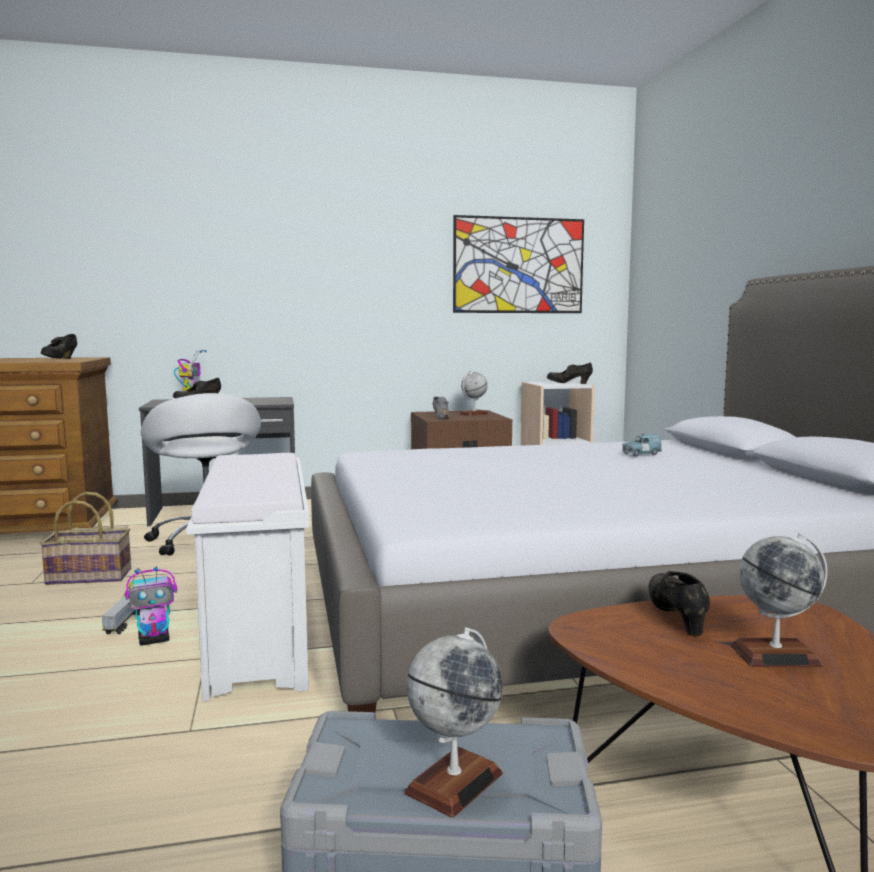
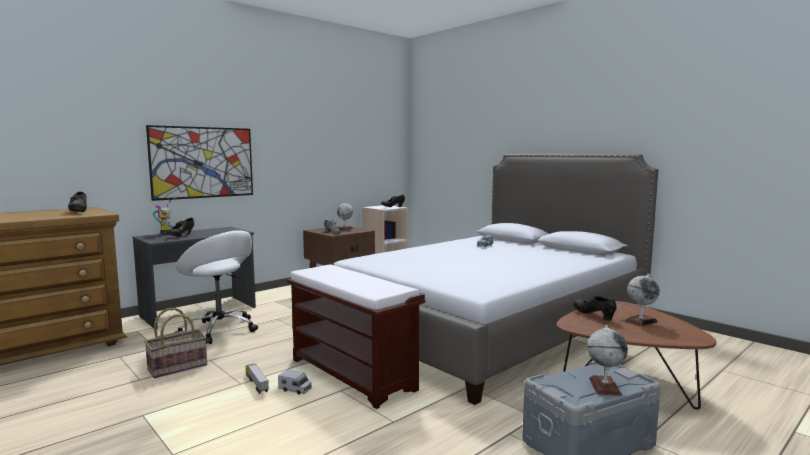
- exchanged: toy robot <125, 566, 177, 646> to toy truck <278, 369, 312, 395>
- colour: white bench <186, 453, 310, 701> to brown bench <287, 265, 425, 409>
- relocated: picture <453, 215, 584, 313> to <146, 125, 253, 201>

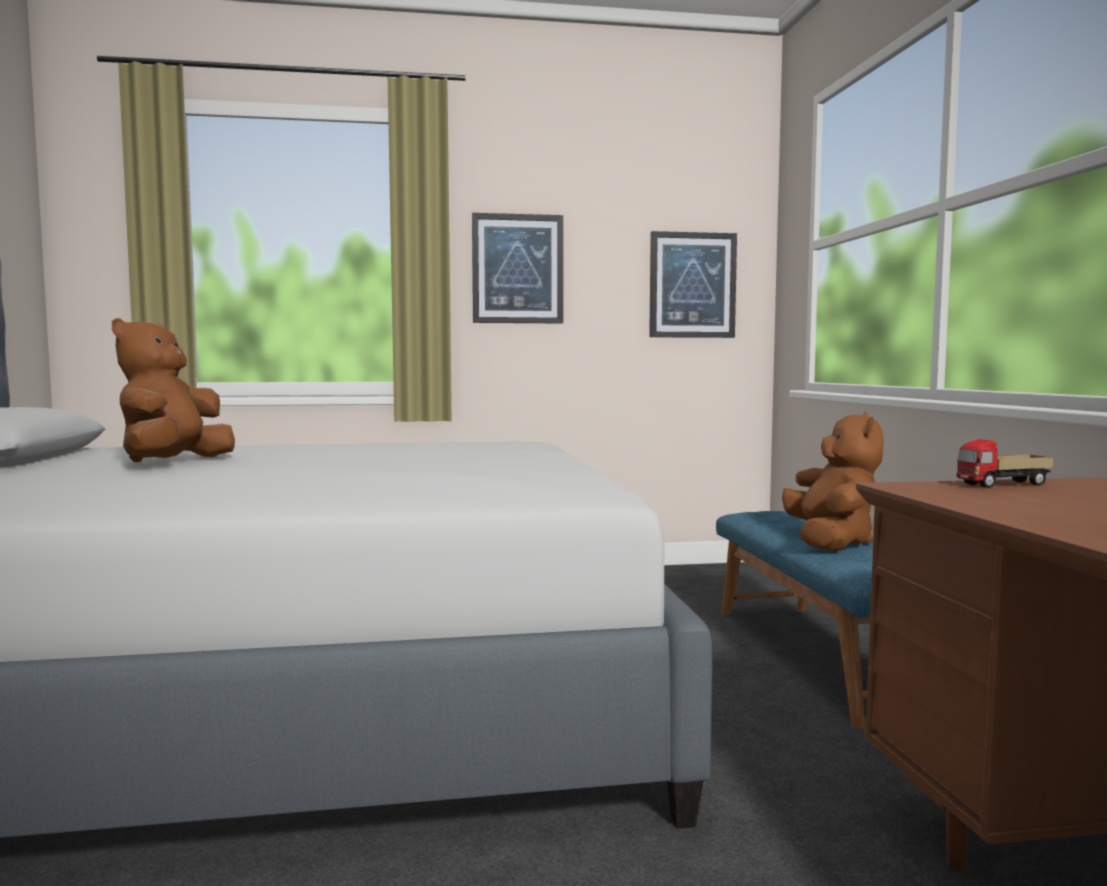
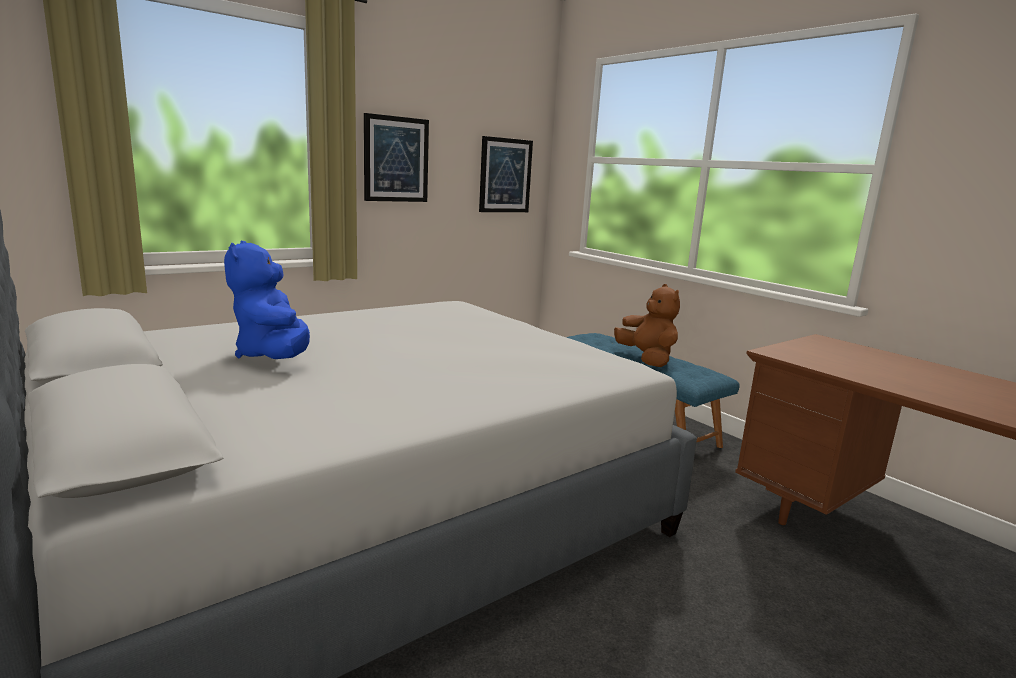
- colour: brown plush toy <112, 318, 235, 462> to blue plush toy <224, 241, 310, 359>
- missing: toy truck <957, 439, 1053, 488>

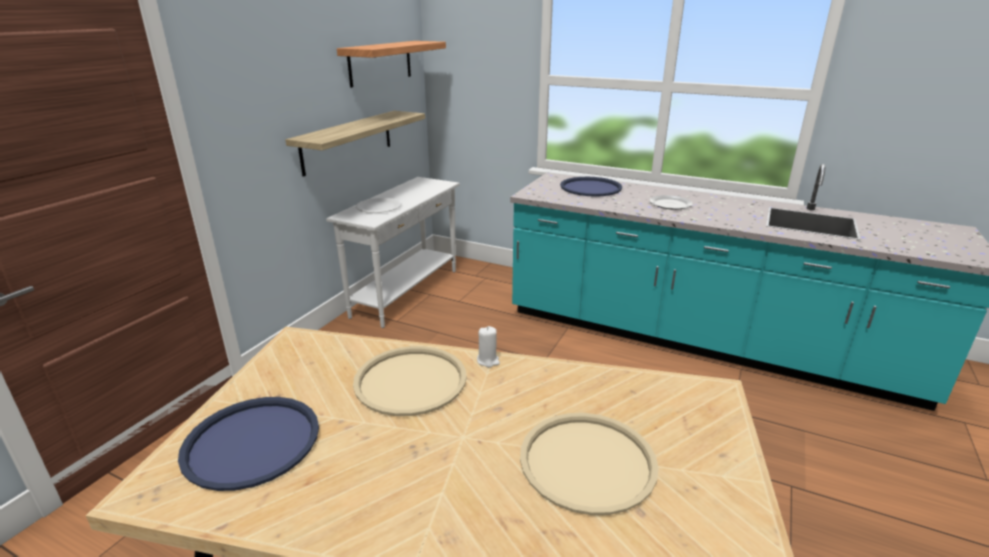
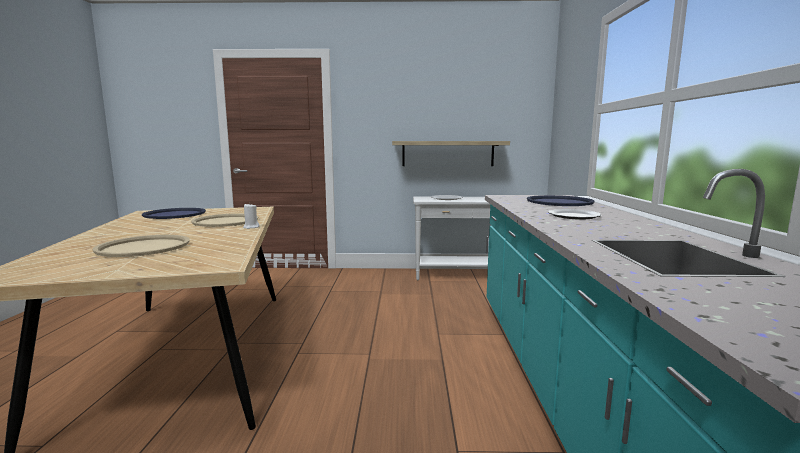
- missing: shelf <337, 41, 446, 88>

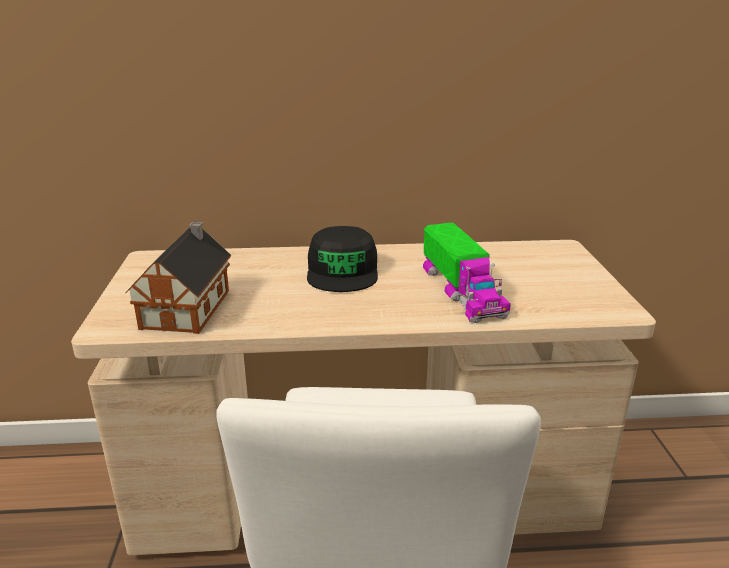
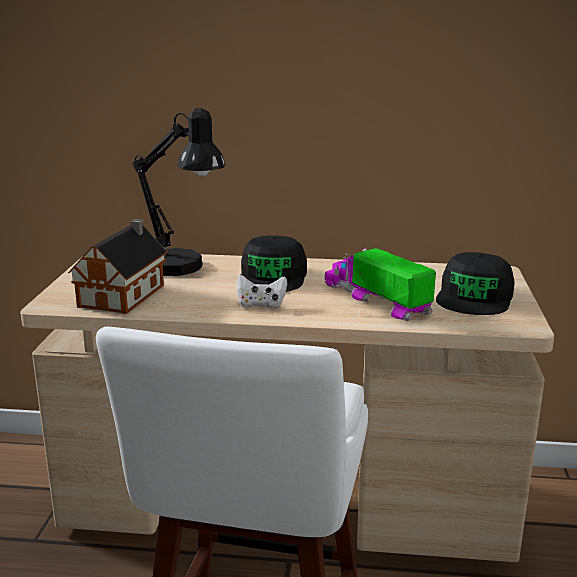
- spun: toy truck <423, 222, 510, 323> = <324, 248, 436, 322> 150 degrees clockwise
- appeared: black table lamp <132, 108, 226, 276>
- appeared: white game controller <236, 275, 287, 309>
- appeared: black cap <436, 252, 515, 315>

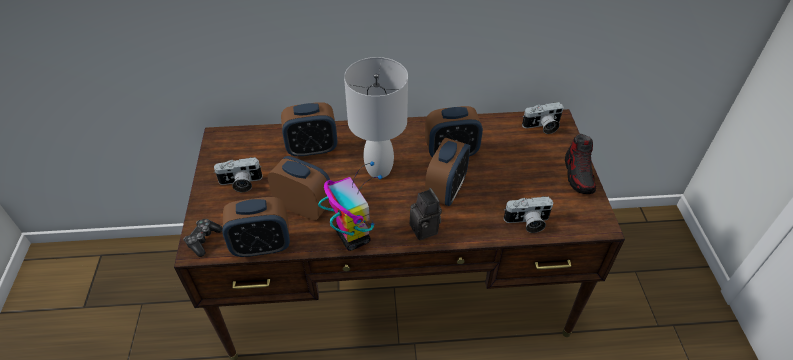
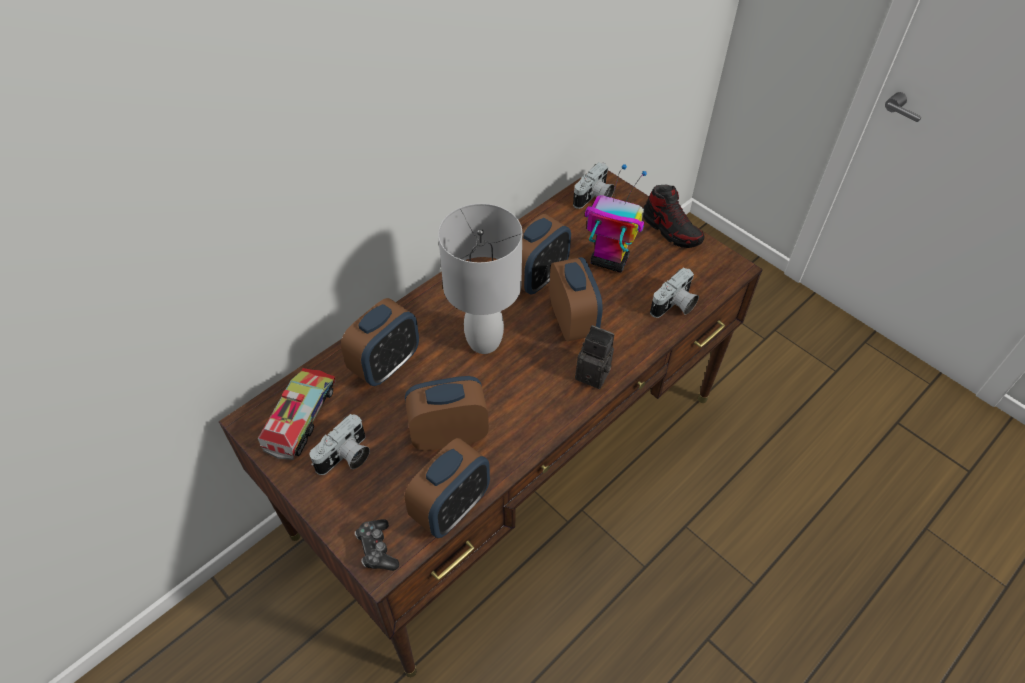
- relocated: toy robot <318, 162, 383, 251> to <585, 165, 647, 272>
- appeared: toy truck <258, 368, 336, 460>

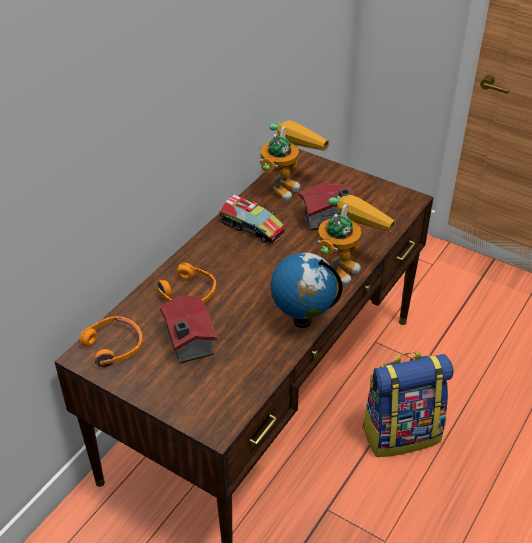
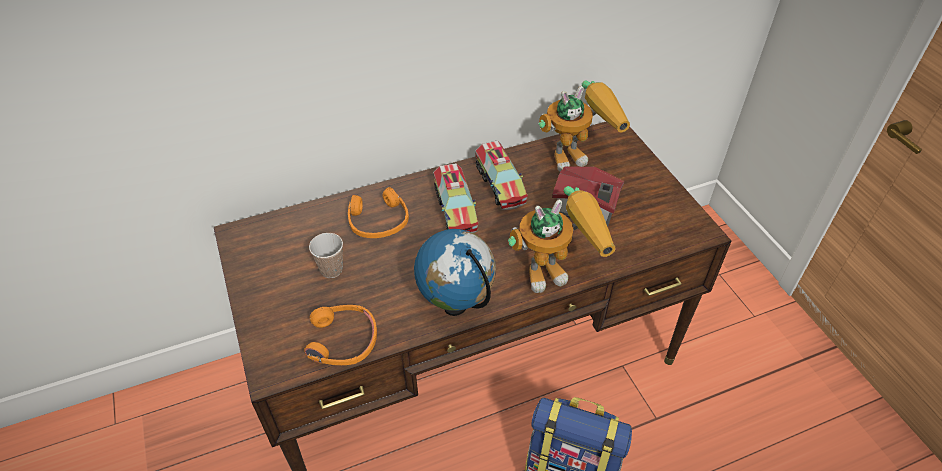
- relocated: orange headphones <79, 316, 143, 368> to <304, 305, 377, 365>
- exchanged: toy house <160, 295, 217, 363> to cup <309, 233, 343, 278>
- appeared: toy truck <433, 163, 479, 233>

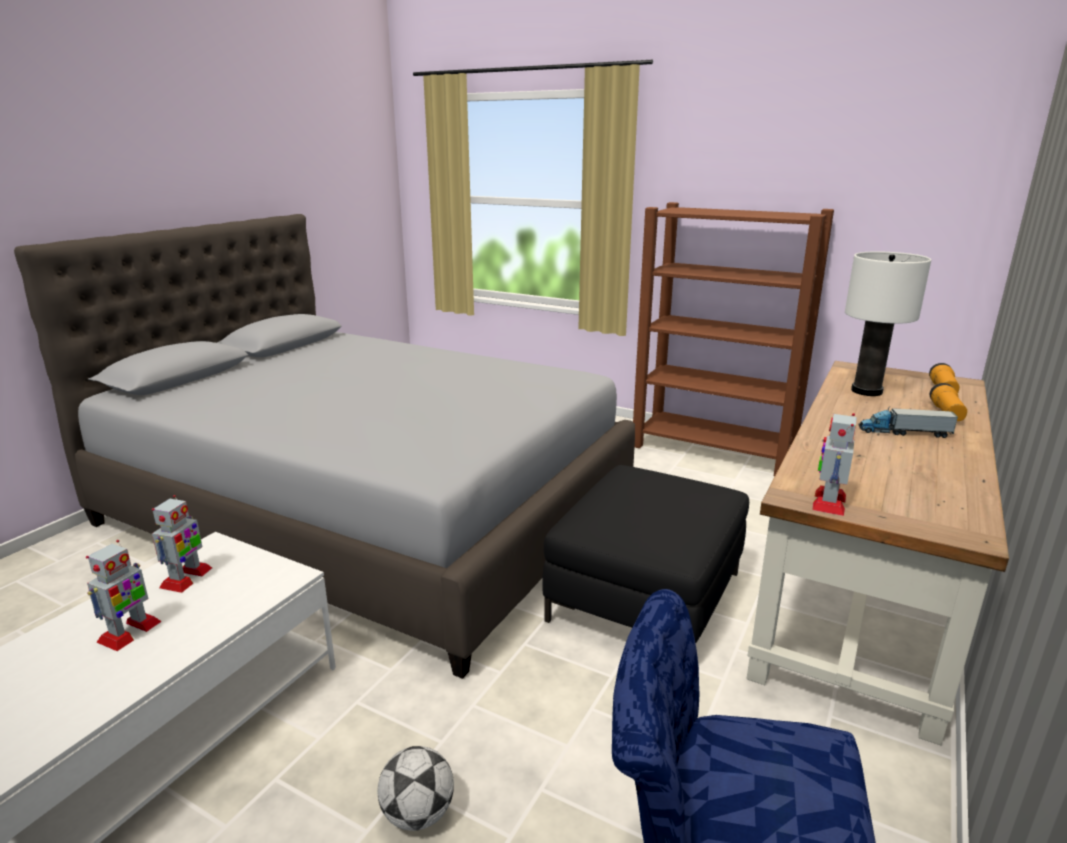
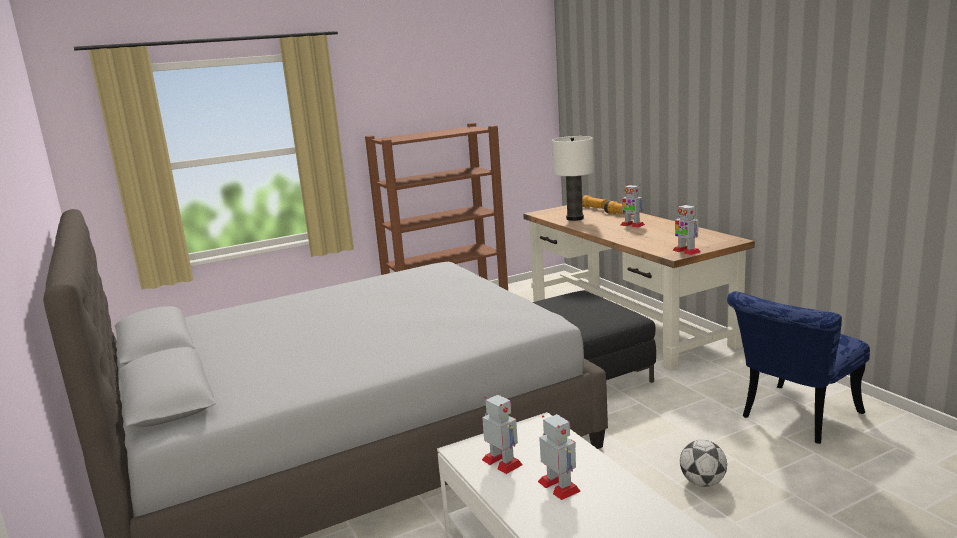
- exchanged: toy truck <858, 406, 958, 438> to toy robot <620, 184, 645, 228>

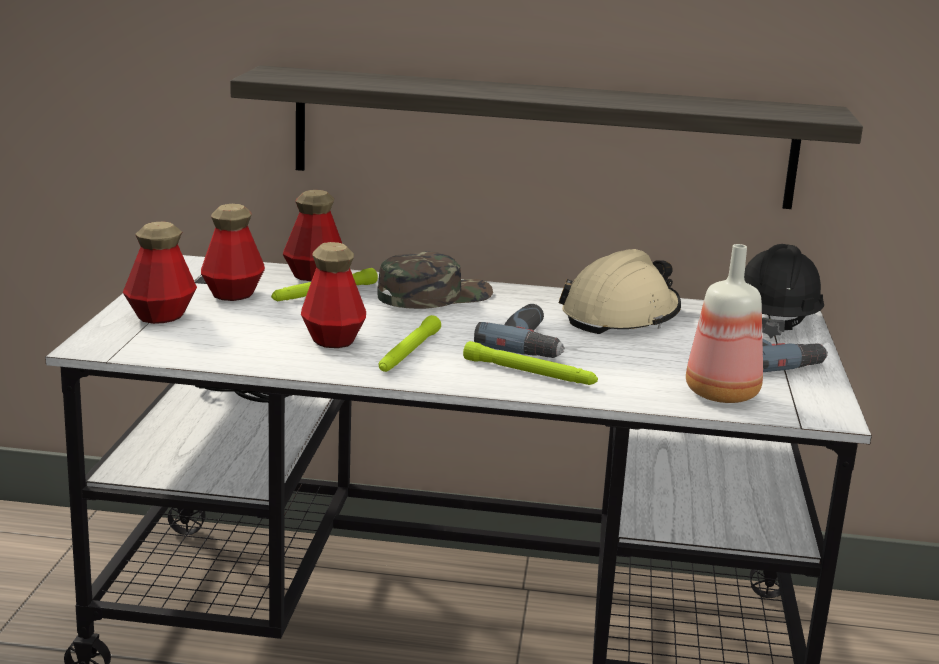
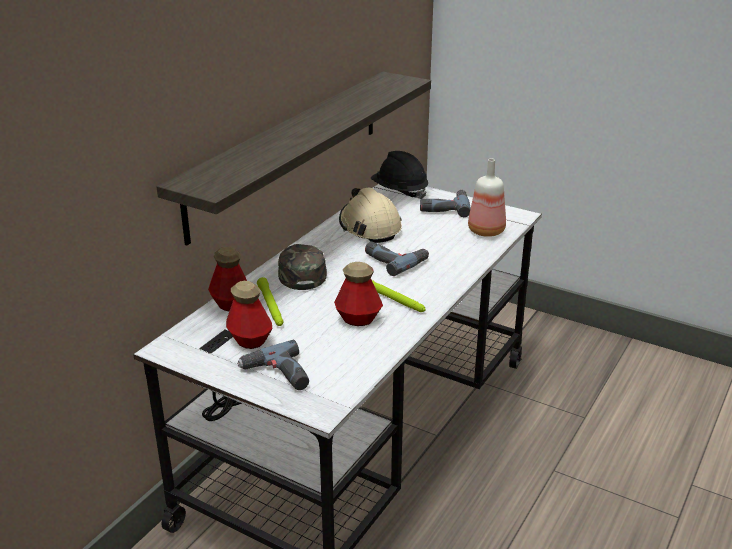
- exchanged: bottle <123, 222, 197, 324> to power drill <237, 340, 309, 390>
- missing: green flashlight <463, 341, 598, 385>

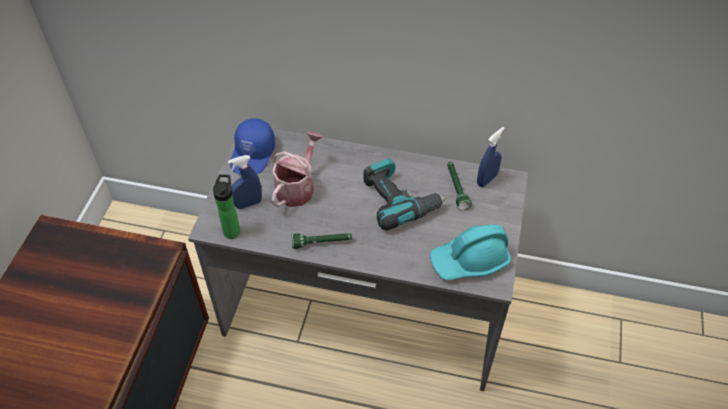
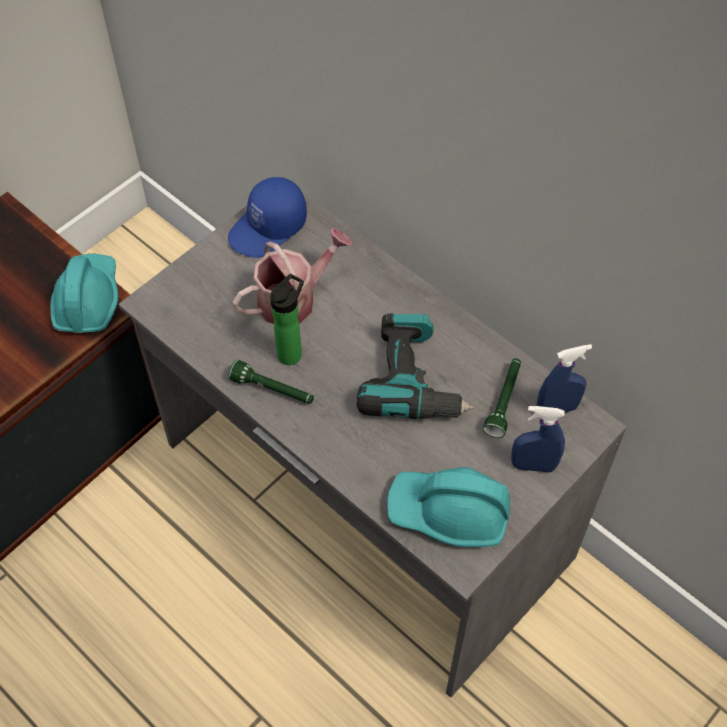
- relocated: bottle <213, 174, 240, 239> to <270, 274, 304, 365>
- relocated: blue spray bottle <228, 155, 262, 209> to <511, 406, 565, 473>
- appeared: turquoise hard hat <50, 254, 118, 333>

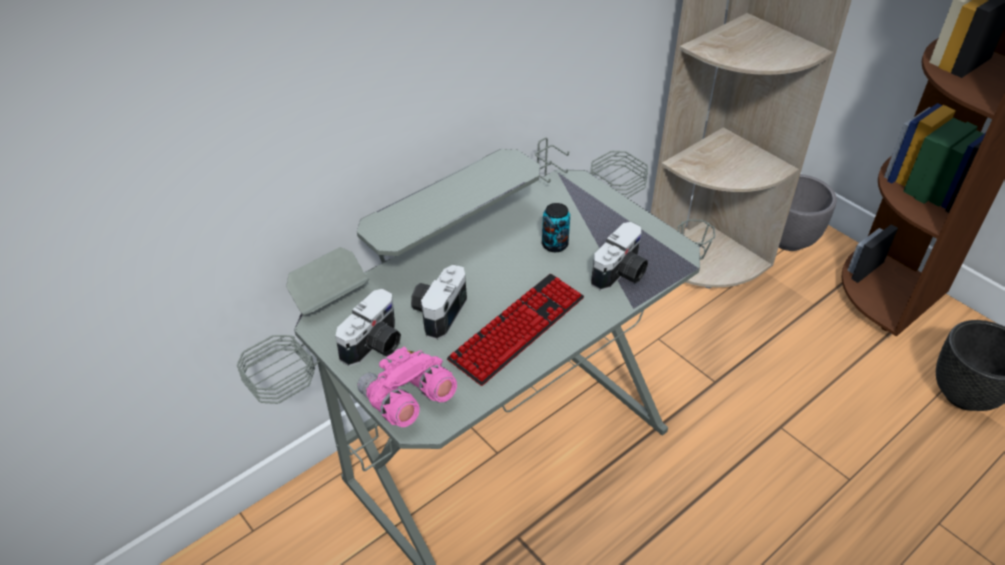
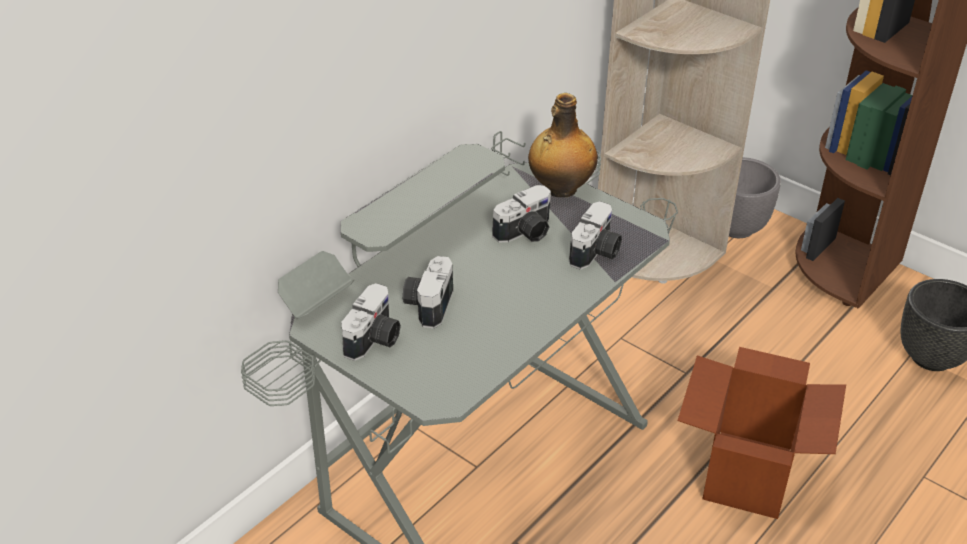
- missing: pink binoculars <357, 346, 457, 427>
- missing: keyboard <447, 274, 584, 386>
- exchanged: can <542, 203, 570, 252> to photo camera <492, 185, 551, 242>
- appeared: bottle <528, 93, 598, 197>
- appeared: cardboard box <678, 347, 846, 519>

